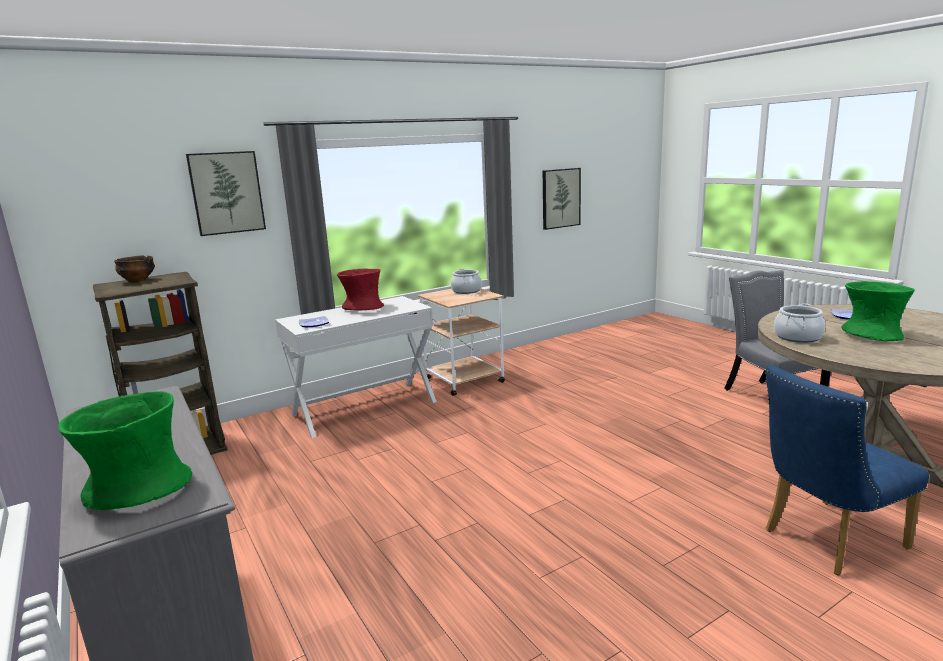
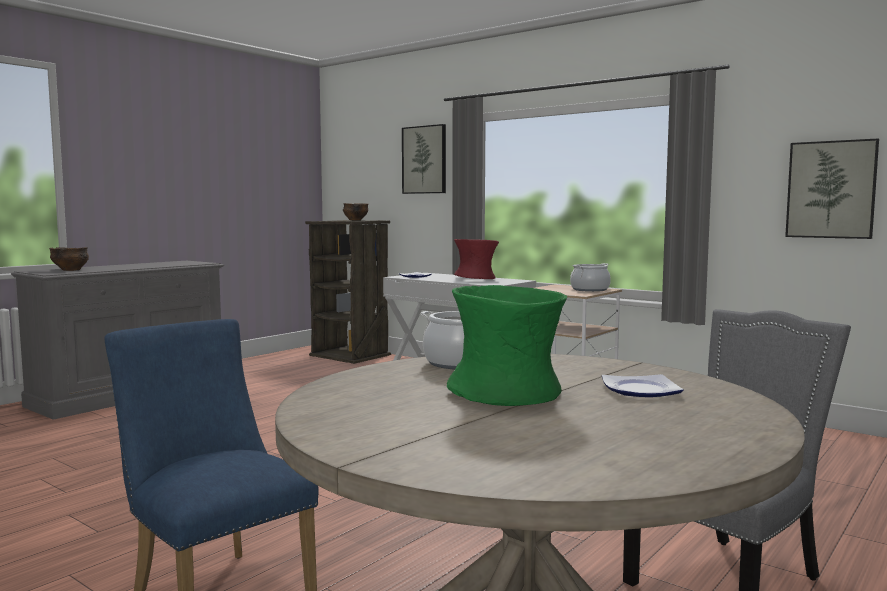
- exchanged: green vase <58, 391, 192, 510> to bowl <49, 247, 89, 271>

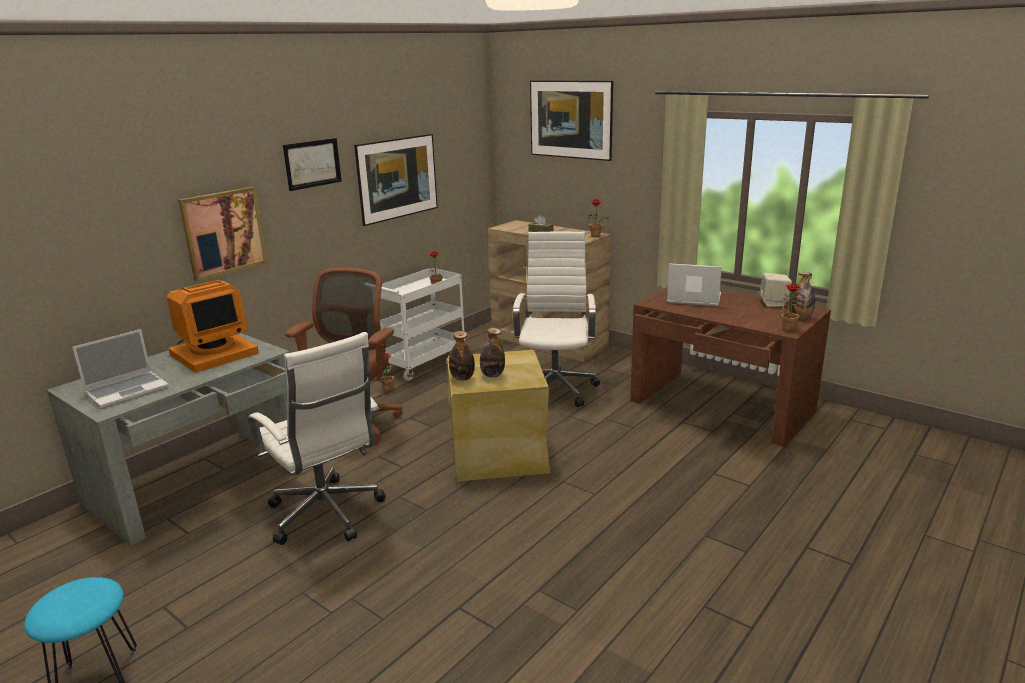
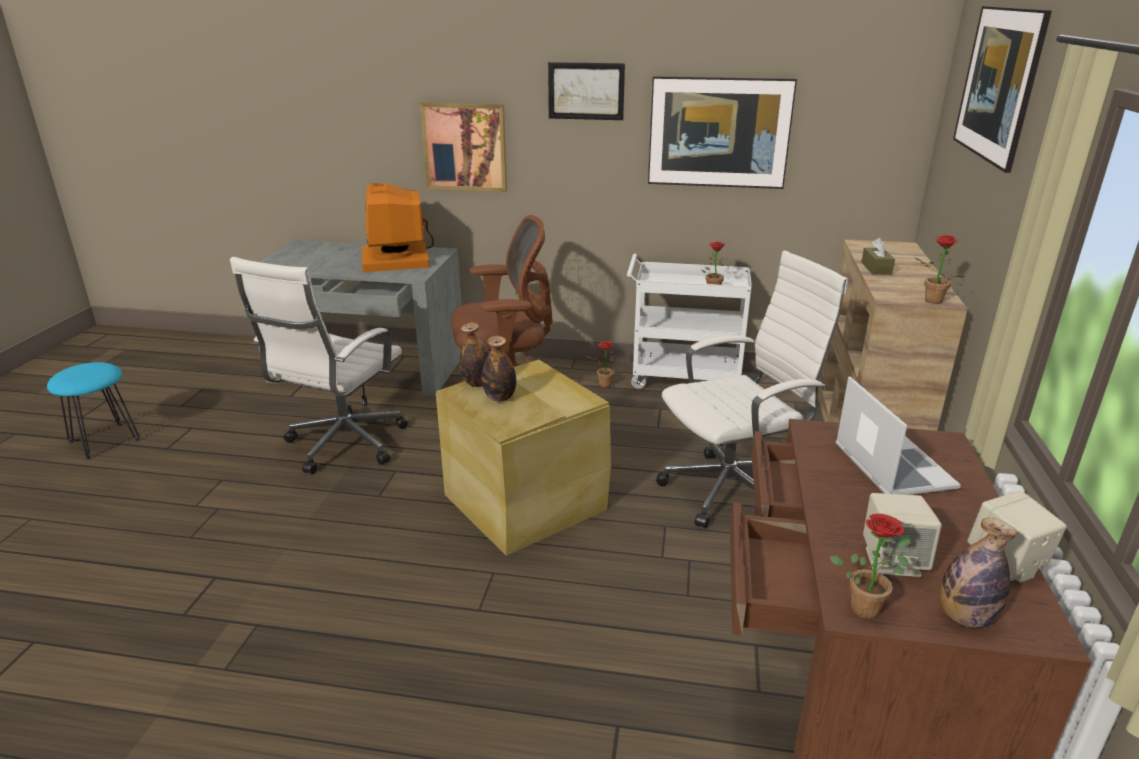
- missing: laptop <72, 329, 169, 409>
- spun: monitor <167, 280, 259, 373> = <362, 183, 434, 272> 60 degrees clockwise
- appeared: beige speaker <863, 493, 942, 577>

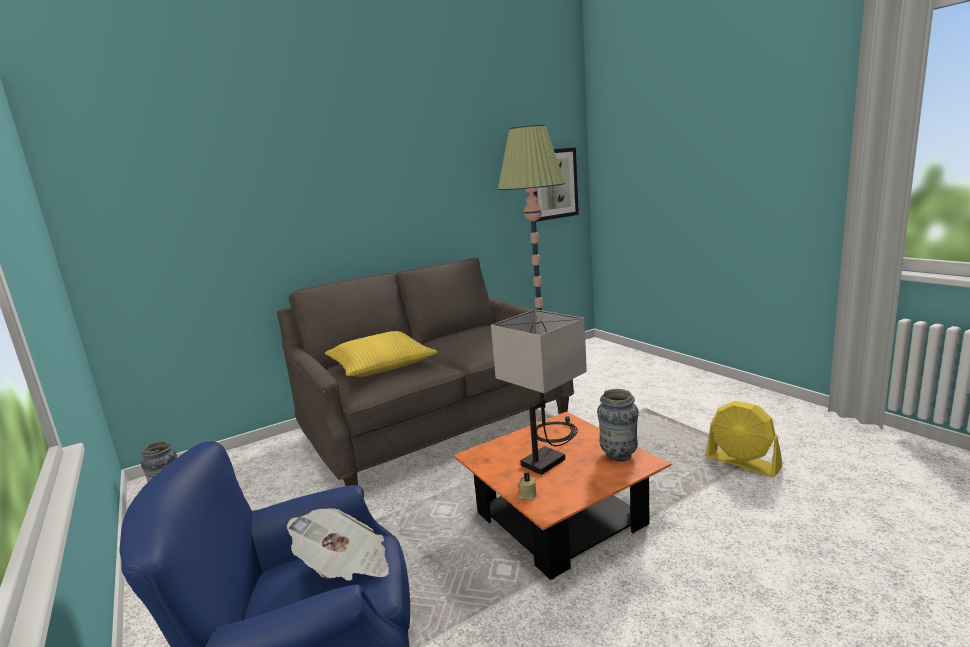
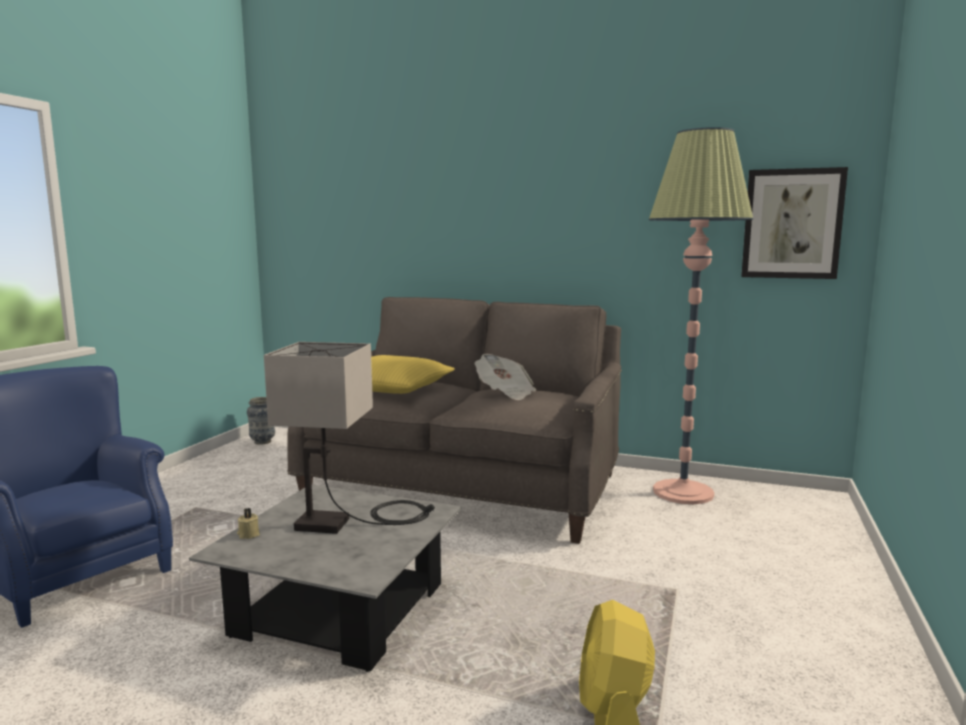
- relocated: newspaper <287, 508, 389, 581> to <474, 354, 536, 400>
- colour: orange coffee table <453, 412, 671, 580> to grey coffee table <189, 484, 462, 672>
- missing: vase <597, 389, 639, 461>

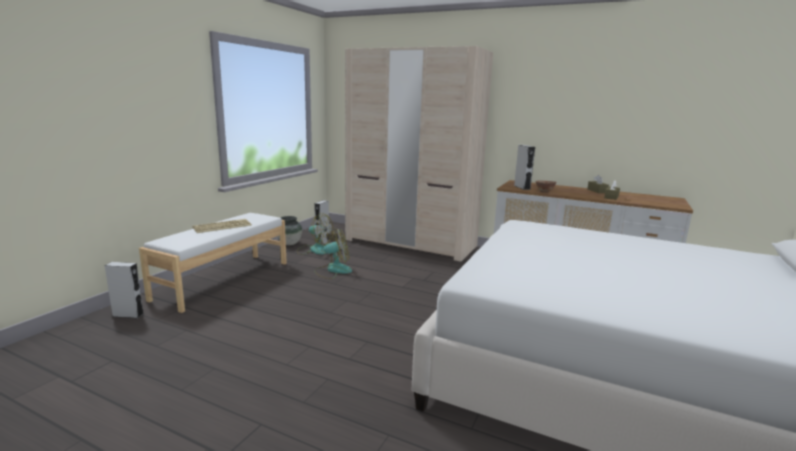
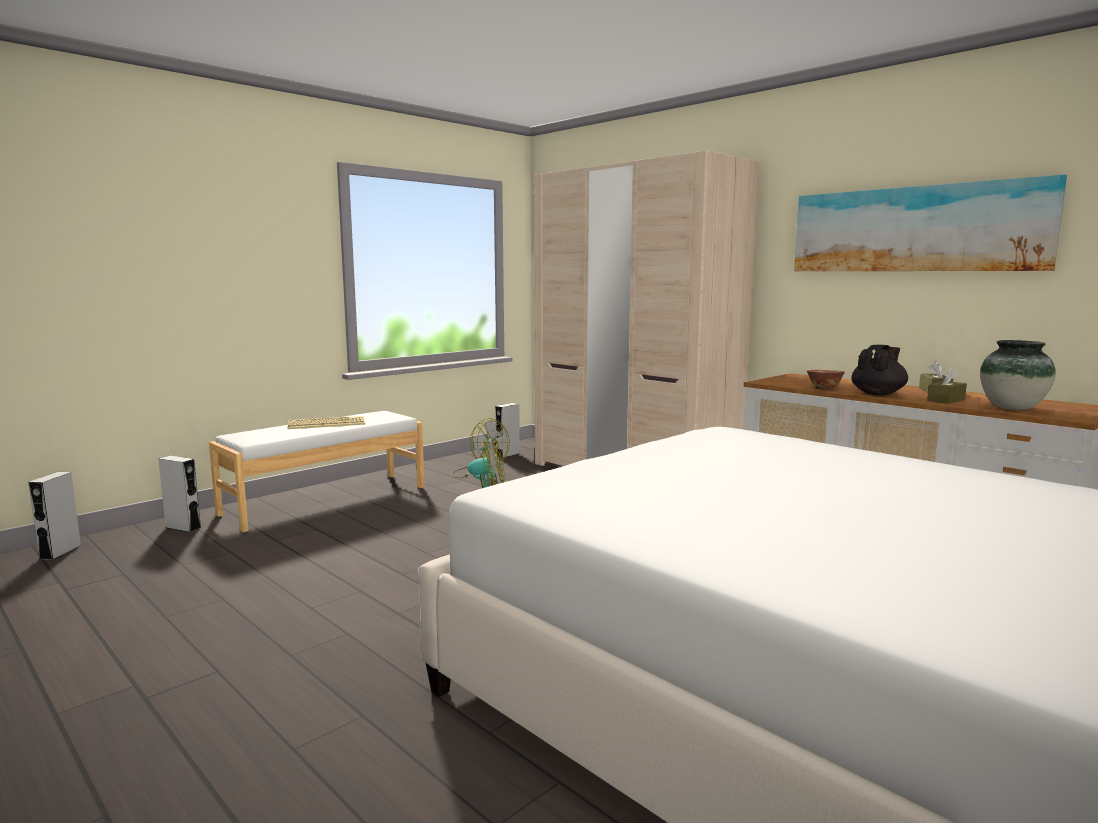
- relocated: vase <277, 216, 302, 245> to <980, 340, 1056, 410>
- relocated: grey speaker <514, 145, 535, 190> to <28, 472, 81, 560>
- appeared: picture <794, 174, 1067, 271>
- appeared: black teapot <852, 345, 908, 395>

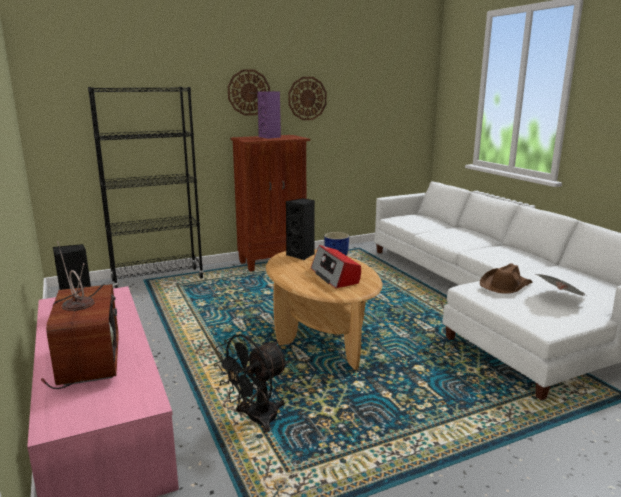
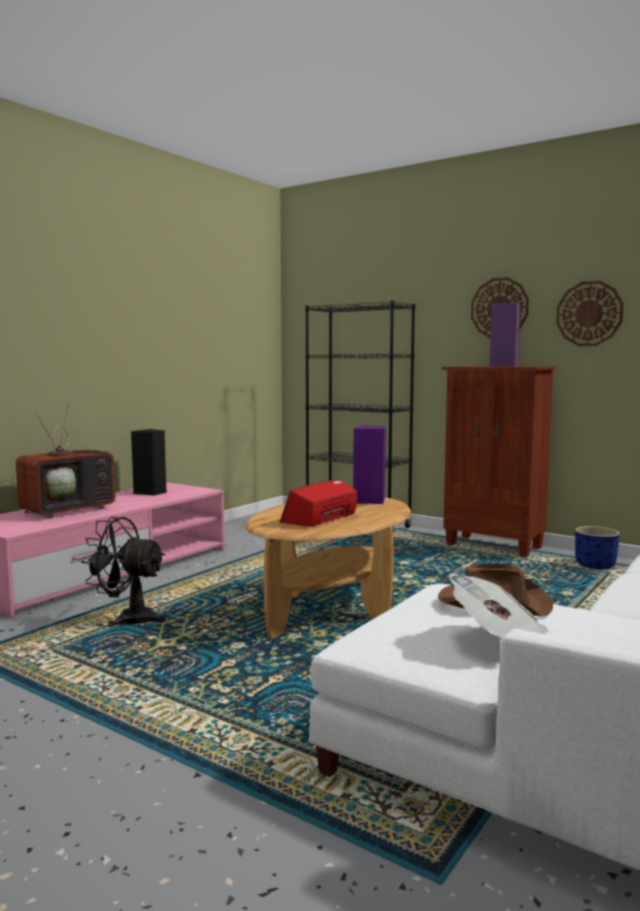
- colour: black speaker <286, 198, 315, 260> to purple speaker <353, 425, 386, 504>

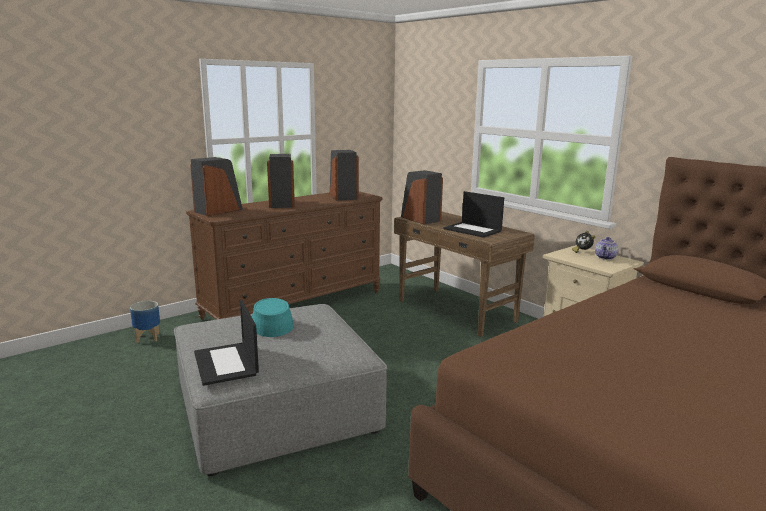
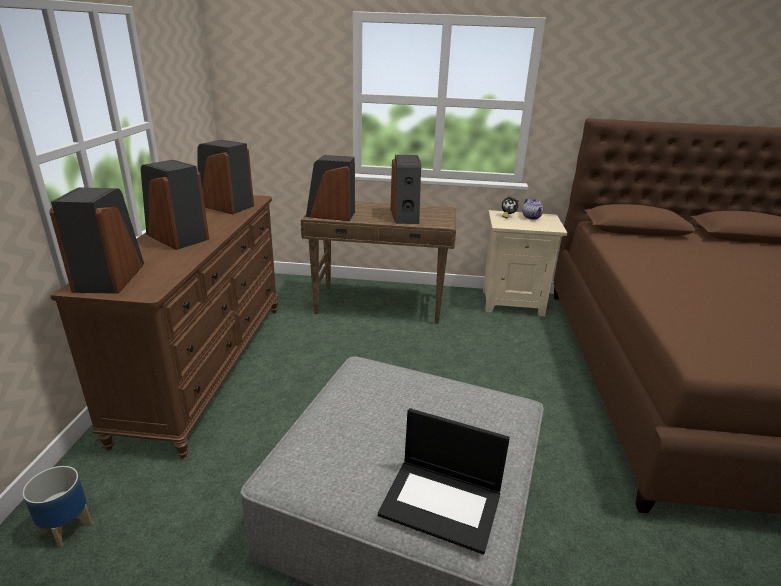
- missing: turquoise hat <251, 298, 294, 337>
- exchanged: laptop <444, 191, 504, 238> to speaker <390, 155, 421, 224>

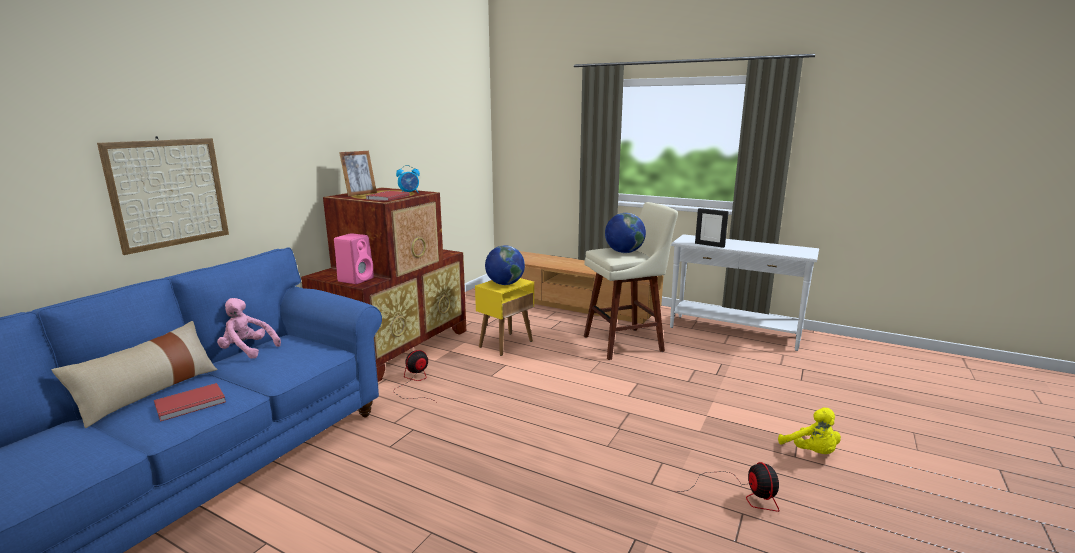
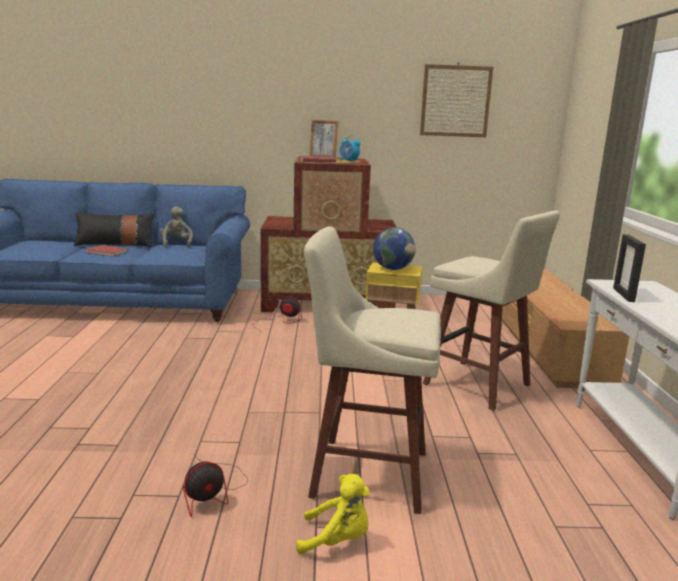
- colour: beige pillow <52, 321, 218, 428> to black pillow <74, 212, 154, 247>
- relocated: picture <97, 136, 229, 255> to <420, 63, 493, 137>
- colour: pink plush toy <217, 298, 281, 359> to grey plush toy <159, 206, 193, 248>
- missing: pink speaker <334, 233, 374, 284>
- missing: globe <605, 213, 646, 253>
- spun: yellow plush toy <778, 407, 841, 454> = <296, 474, 370, 554> 120 degrees counterclockwise
- appeared: beige stool <304, 226, 441, 514>

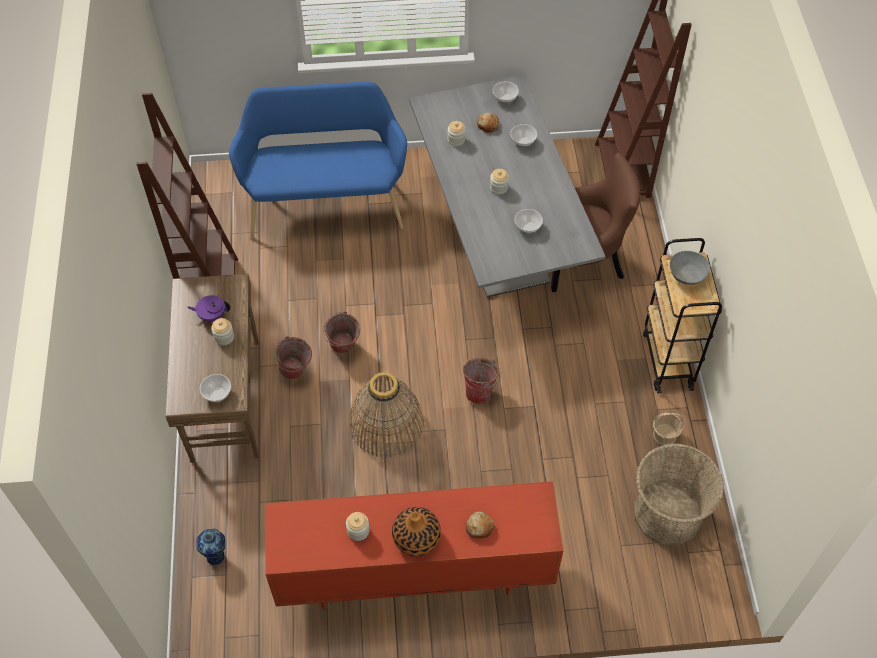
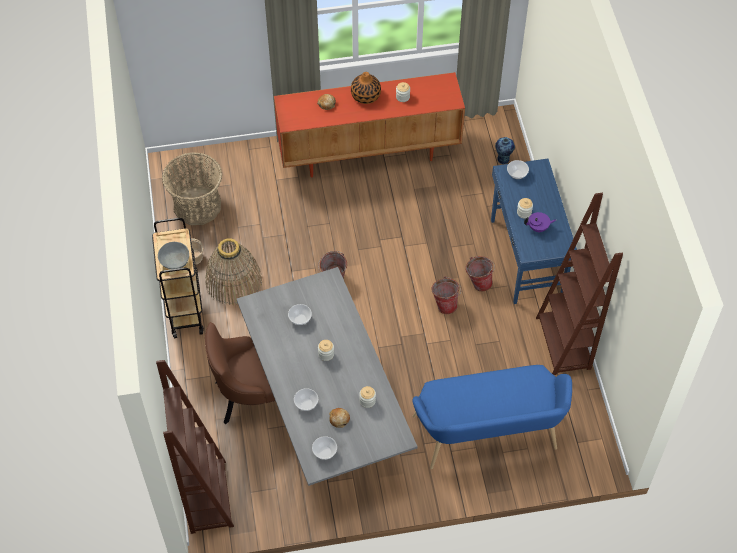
- colour: brown console table <166, 274, 259, 463> to blue console table <491, 159, 577, 304>
- relocated: basket <349, 372, 424, 458> to <205, 238, 262, 305>

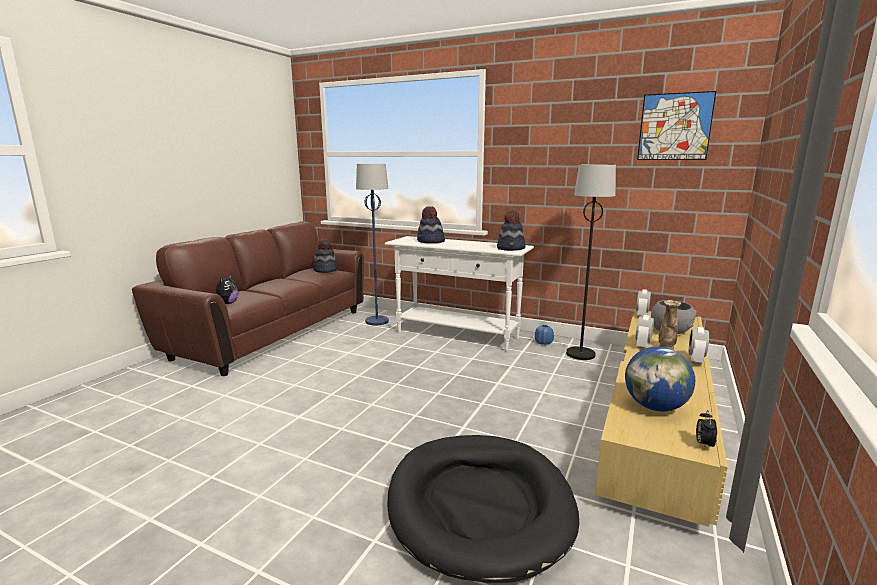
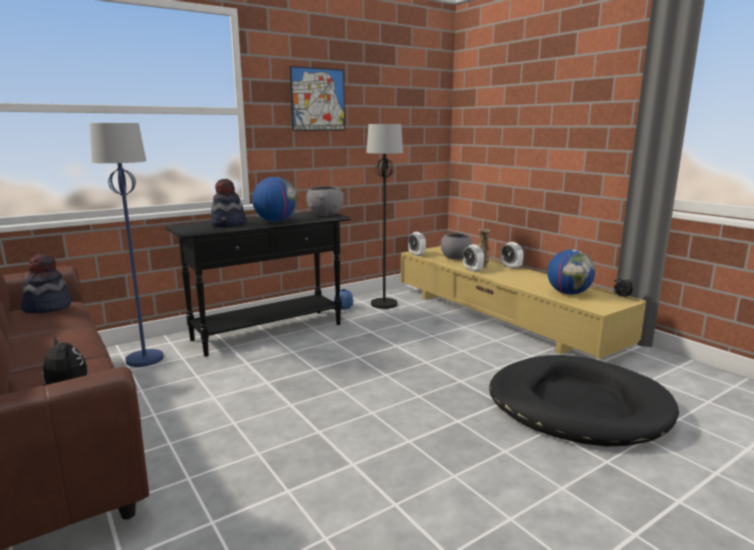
- colour: white console table <385, 236, 534, 352> to black console table <165, 212, 351, 357>
- exchanged: hat <497, 210, 525, 251> to grey bowl <306, 186, 344, 216>
- relocated: picture <637, 91, 716, 160> to <290, 66, 345, 131>
- appeared: globe <252, 177, 298, 222>

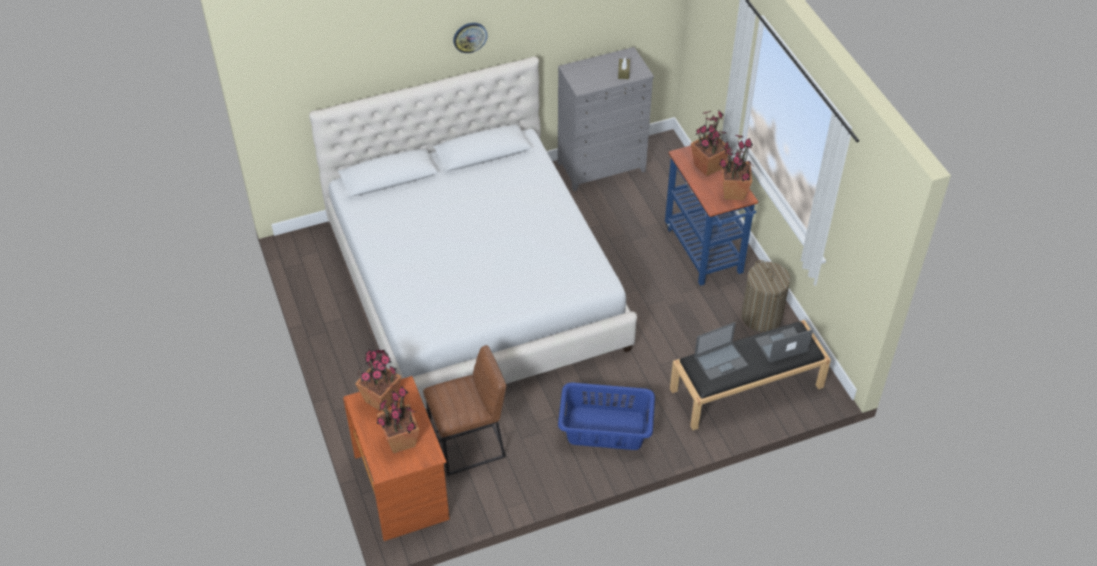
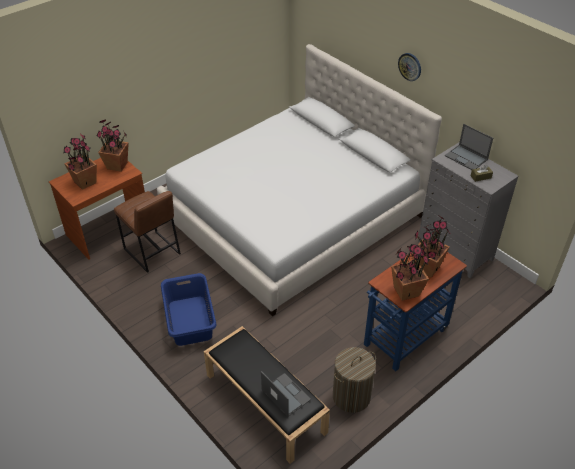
- relocated: laptop <694, 322, 748, 380> to <445, 124, 493, 170>

